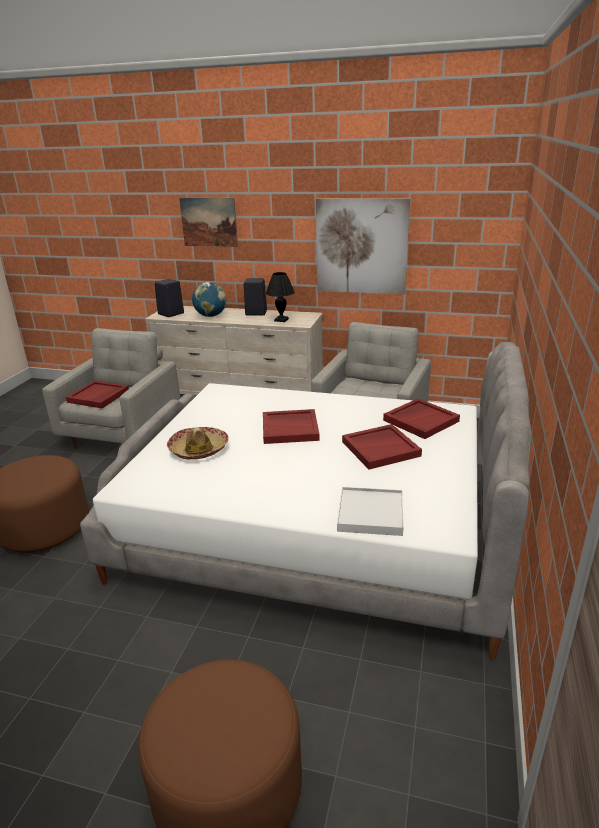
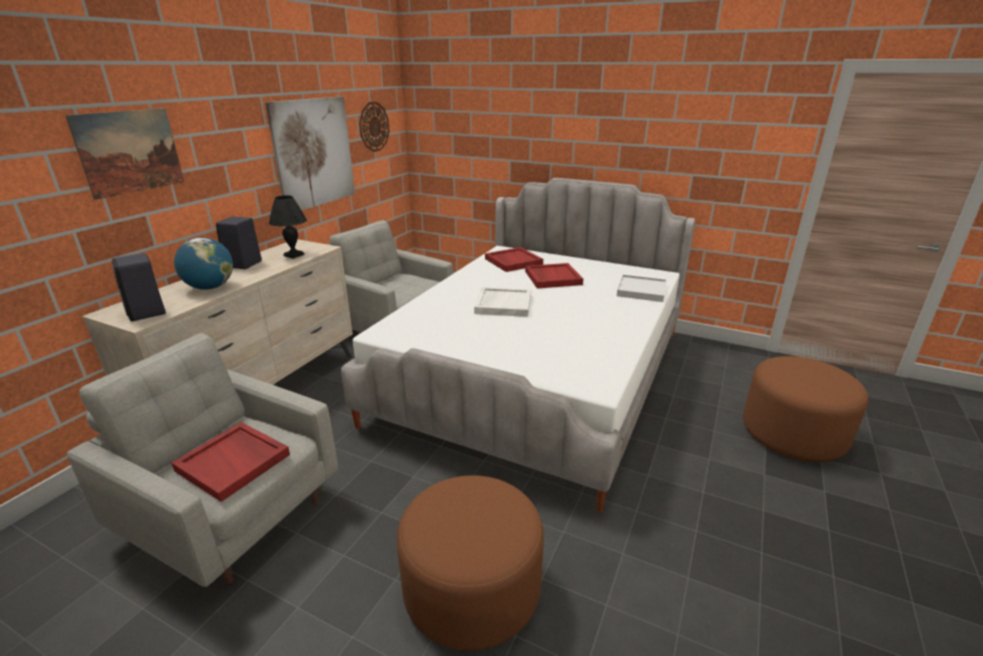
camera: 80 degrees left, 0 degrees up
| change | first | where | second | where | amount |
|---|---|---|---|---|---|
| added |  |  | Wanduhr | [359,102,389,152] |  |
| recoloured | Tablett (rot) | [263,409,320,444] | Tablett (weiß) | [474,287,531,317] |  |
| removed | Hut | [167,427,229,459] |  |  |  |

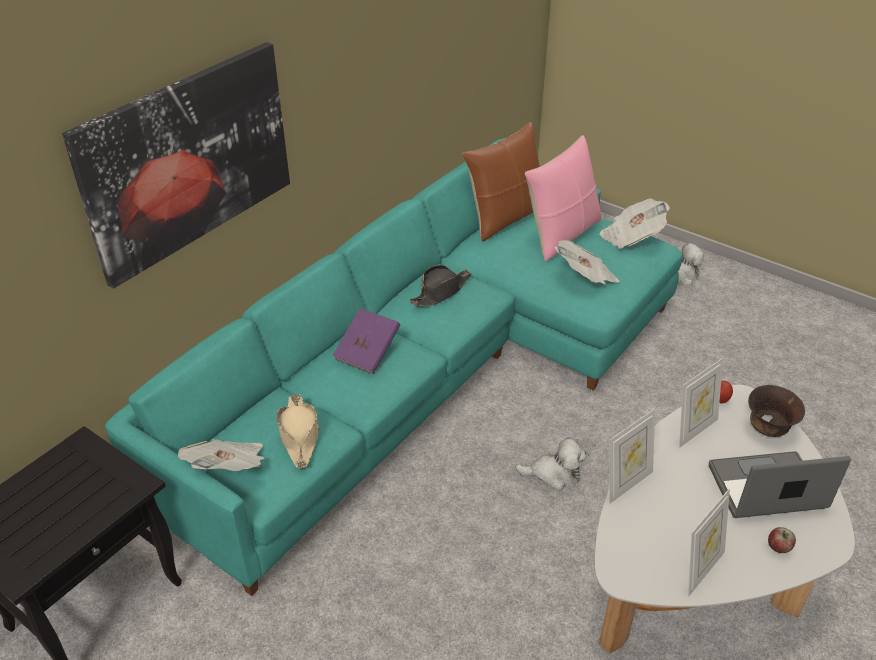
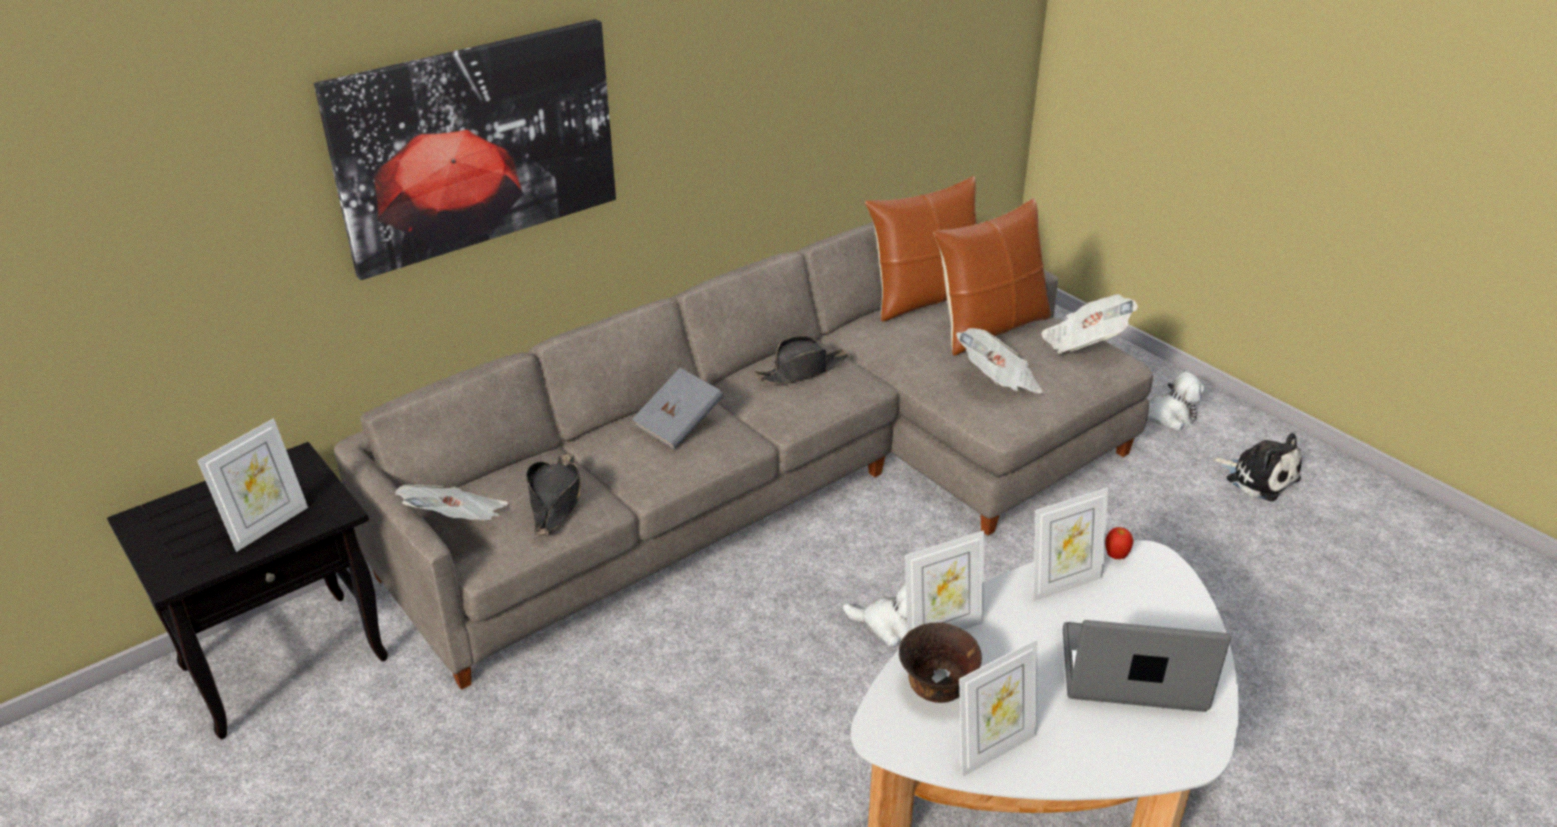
camera: 15 degrees right, 5 degrees down
| change | first | where | second | where | amount |
|---|---|---|---|---|---|
| added |  |  | Bilderrahmen | [197,418,308,552] |  |
| recoloured | Sofa (türkis) | [105,138,683,596] | Sofa (grau) | [334,222,1153,690] |  |
| recoloured | Hut (beige) | [276,394,319,469] | Hut (schwarz) | [526,454,581,536] |  |
| recoloured | Buch (lila) | [333,308,400,374] | Buch (grau) | [632,368,723,450] |  |
| moved | Schüssel (braun) | [748,385,805,437] |  | [899,623,982,703] |  |
| recoloured | Kissen (rosa) | [525,135,601,262] | Kissen (braun) | [933,198,1051,356] |  |
| added |  |  | Plüschtier | [1213,433,1302,501] |  |
| removed | Apfel | [768,527,796,553] |  |  |  |

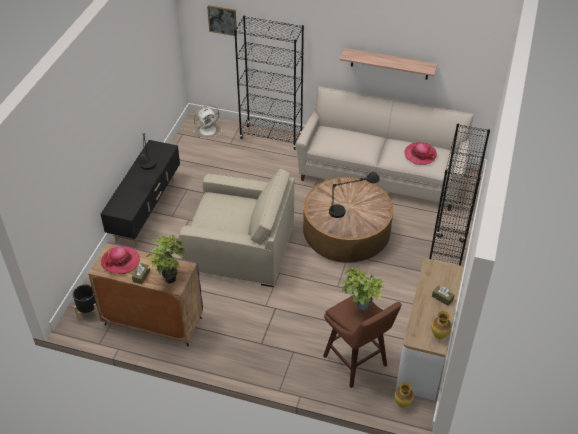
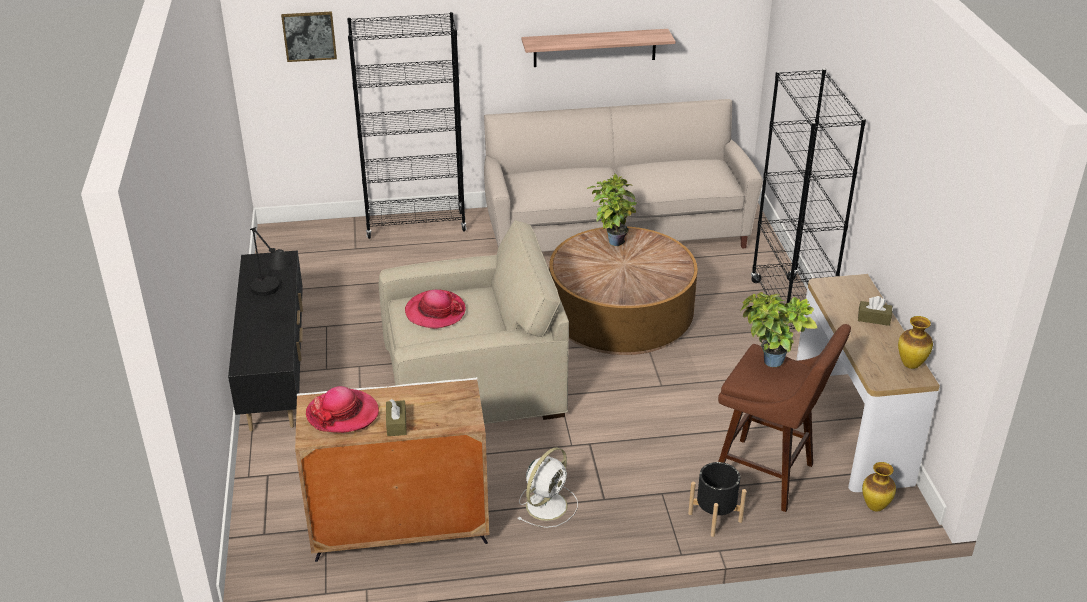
camera: 25 degrees left, 10 degrees down
| change | first | where | second | where | amount |
|---|---|---|---|---|---|
| recoloured | Schrank (lila) | [88,242,203,347] | Schrank (weiß) | [295,378,490,562] |  |
| moved | Hut | [404,142,437,165] |  | [405,290,466,329] |  |
| moved | Ventilator (weiß) | [193,105,222,139] |  | [518,447,578,528] |  |
| moved | Topfpflanze | [147,234,186,284] |  | [587,174,637,246] |  |
| moved | Pflanzkübel (schwarz) | [73,285,100,322] |  | [688,462,747,537] |  |
| removed | Tischlampe (schwarz) | [329,172,380,218] |  |  |  |

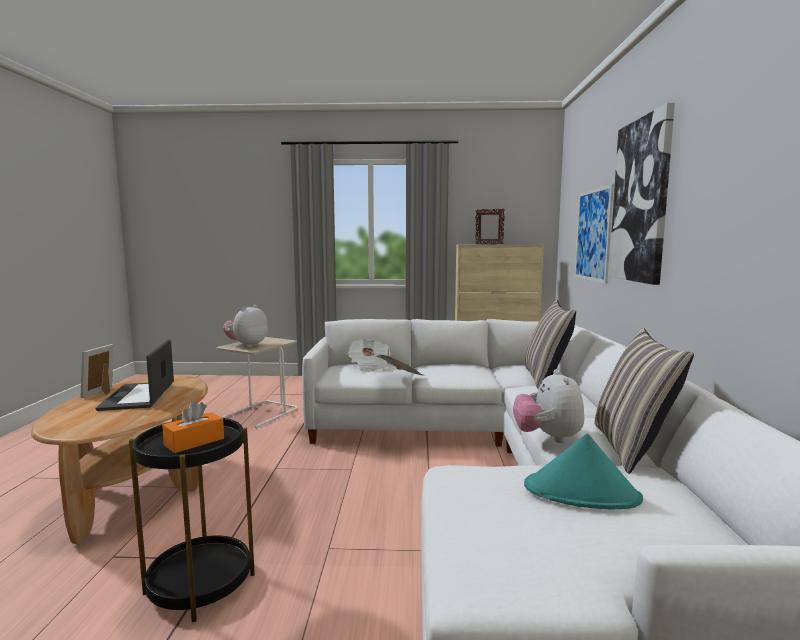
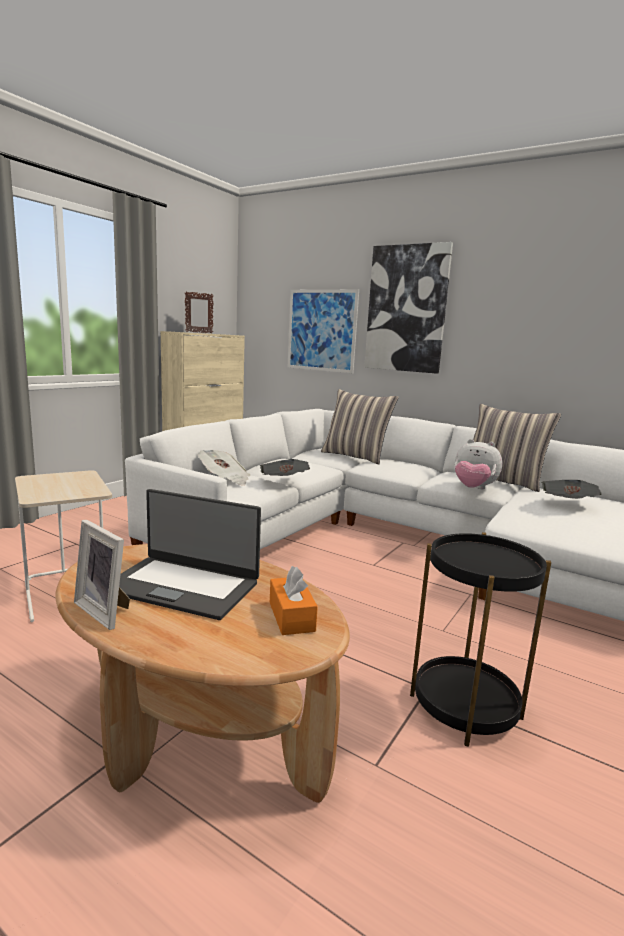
camera: 60 degrees left, 5 degrees up
| change | first | where | second | where | amount |
|---|---|---|---|---|---|
| moved | Taschentuchbox (orange) | [162,401,224,453] |  | [270,566,318,635] |  |
| replaced | Hut (türkis) | [524,433,643,509] | Zeitung | [541,480,602,499] |  |
| removed | Plüschtier | [223,305,268,348] |  |  |  |

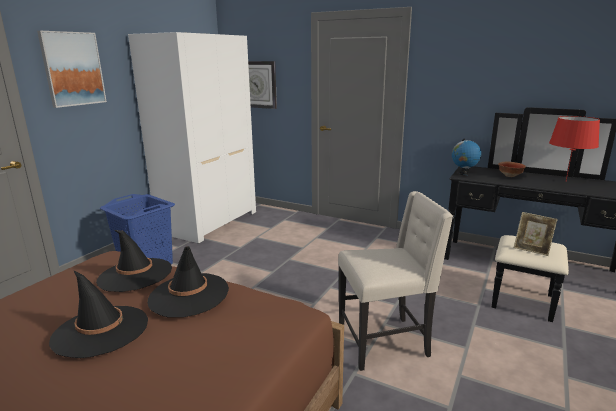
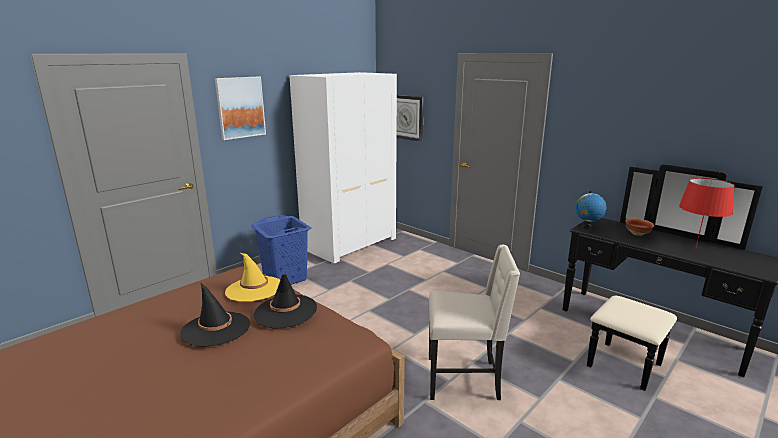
camera: 15 degrees right, 0 degrees up
| change | first | where | second | where | amount |
|---|---|---|---|---|---|
| recoloured | Hut (schwarz) | [96,230,172,292] | Hut (gelb) | [225,253,280,302] |  |
| removed | Bilderrahmen | [514,212,558,256] |  |  |  |

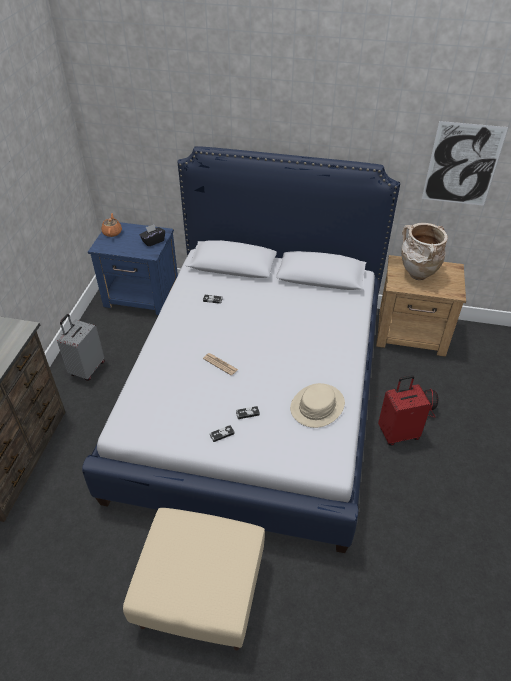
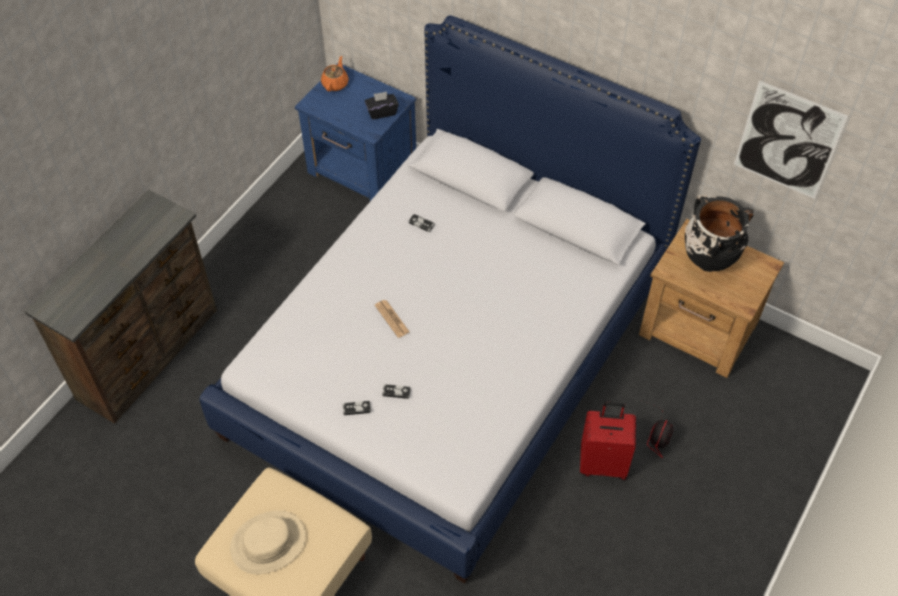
camera: 20 degrees right, 10 degrees up
| change | first | where | second | where | amount |
|---|---|---|---|---|---|
| moved | Hut (beige) | [290,383,345,428] |  | [230,510,306,574] |  |
| recoloured | Vase (beige) | [401,223,448,280] | Vase (schwarz) | [685,195,754,272] |  |
| removed | Koffer (grau) | [57,314,105,381] |  |  |  |

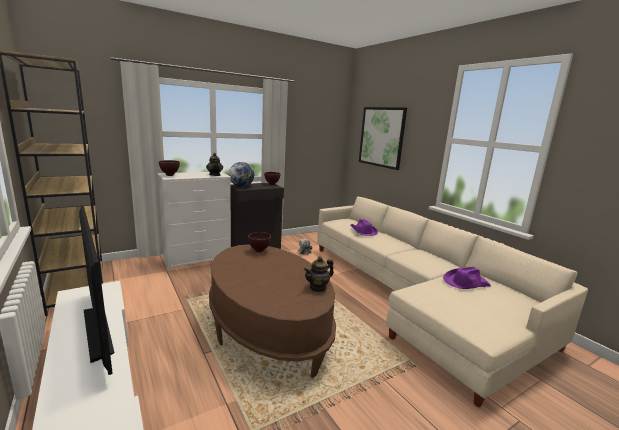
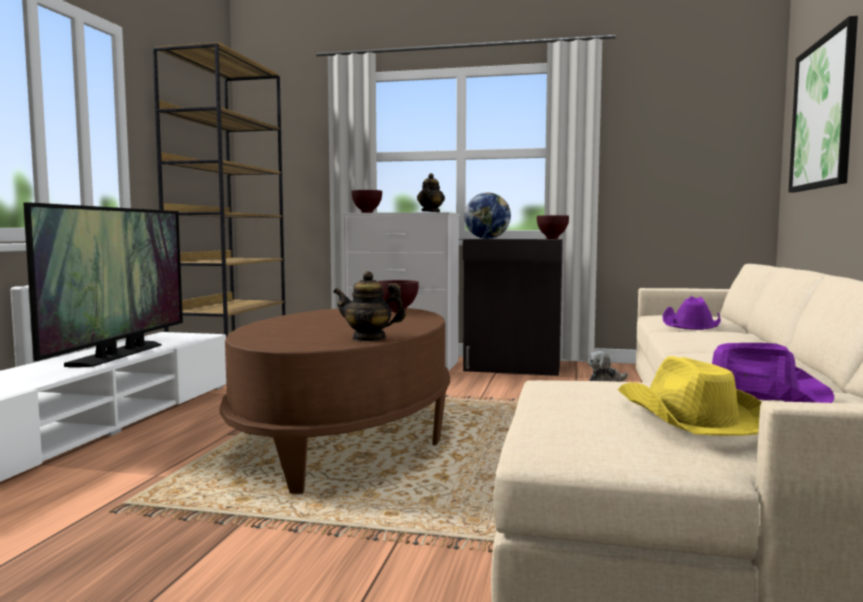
camera: 45 degrees right, 10 degrees down
| change | first | where | second | where | amount |
|---|---|---|---|---|---|
| added |  |  | Hut (gelb) | [618,356,762,436] |  |

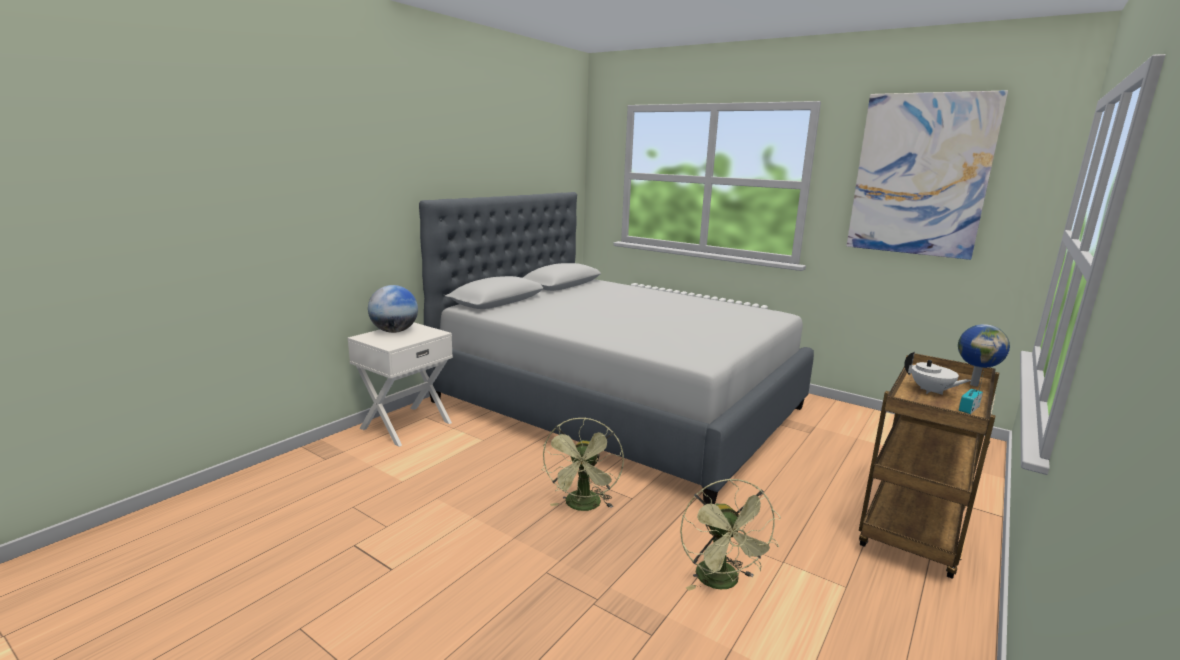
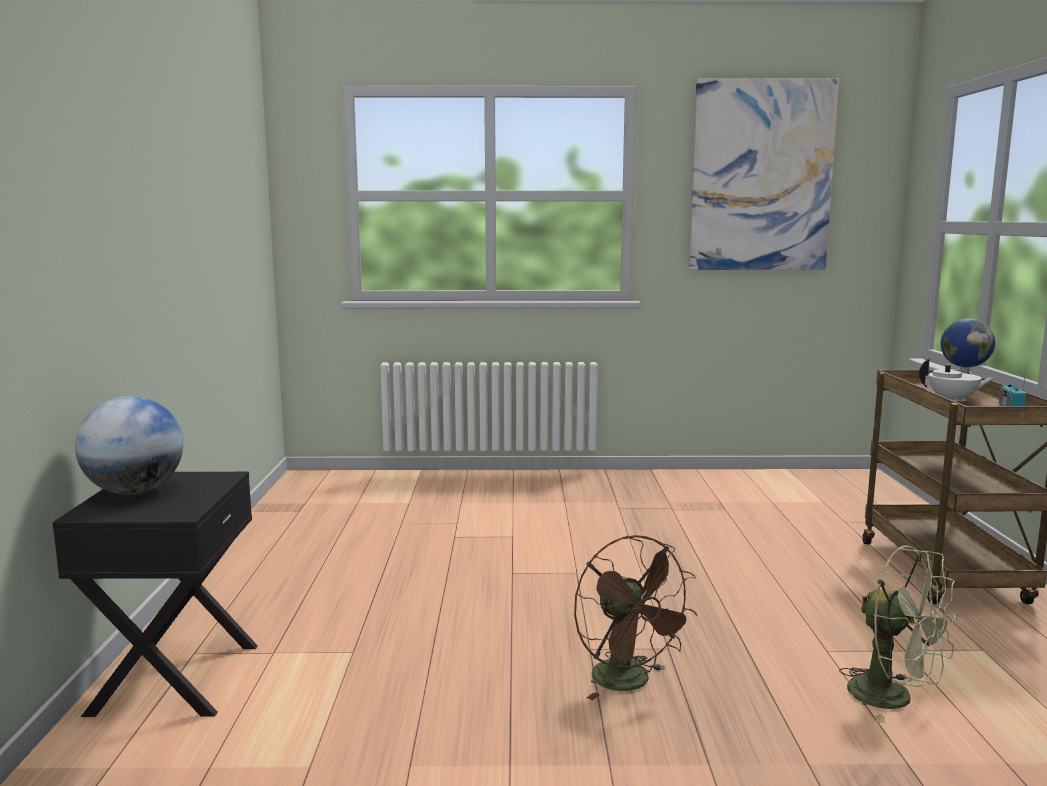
camera: 35 degrees left, 5 degrees down
| change | first | where | second | where | amount |
|---|---|---|---|---|---|
| recoloured | Nachttisch (weiß) | [348,323,453,447] | Nachttisch (schwarz) | [52,472,258,717] |  |
| recoloured | Ventilator (grün) | [542,417,624,511] | Ventilator (braun) | [574,535,697,700] |  |
| removed | Bett (grau) | [419,192,814,504] |  |  |  |

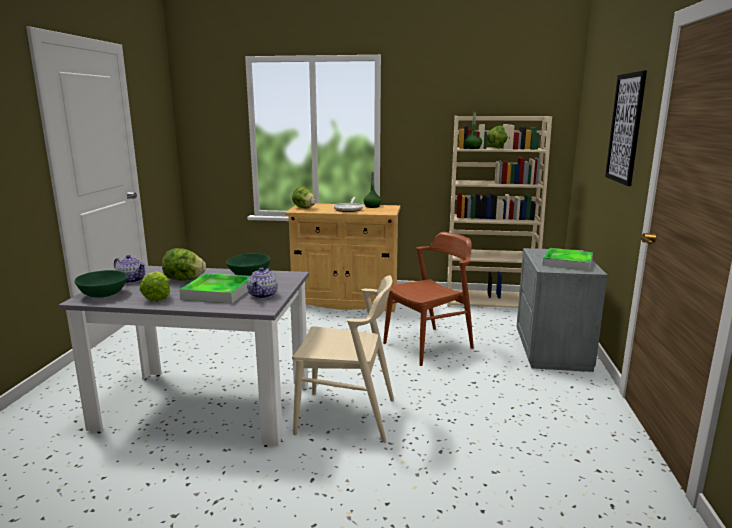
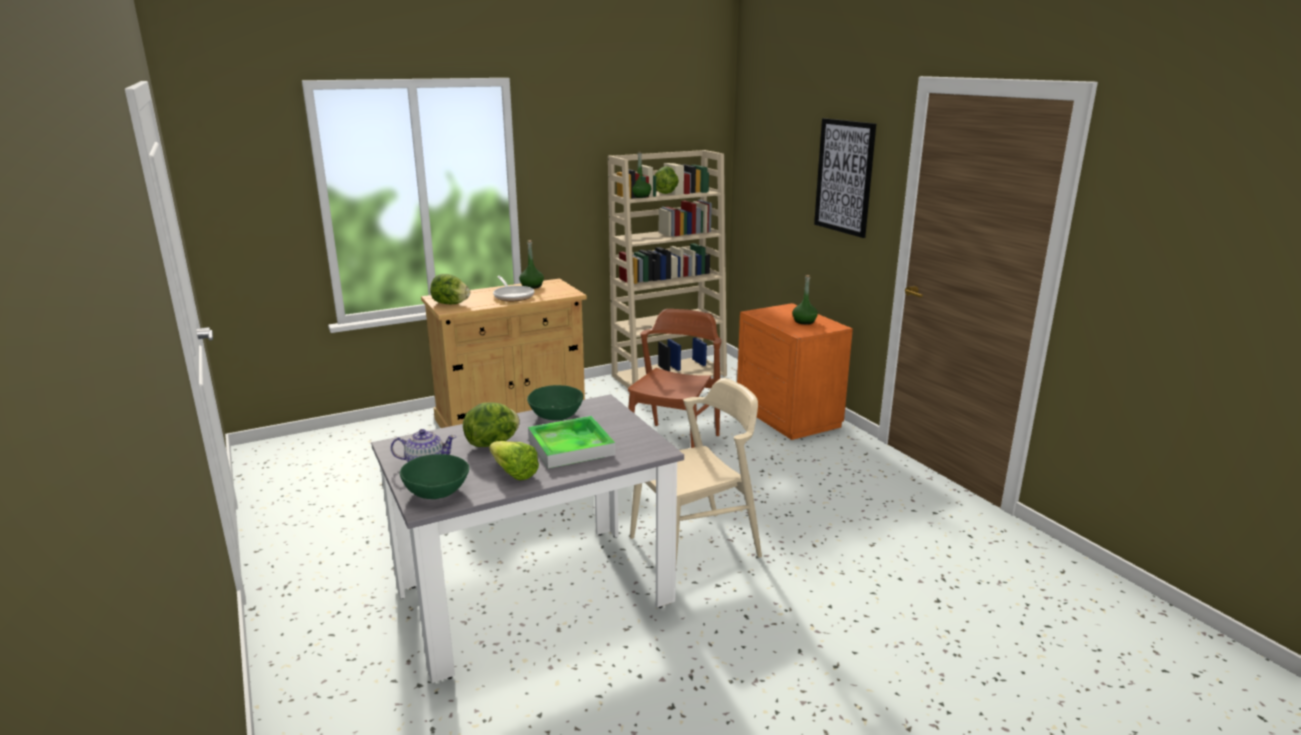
camera: 35 degrees left, 5 degrees up
| change | first | where | second | where | amount |
|---|---|---|---|---|---|
| recoloured | Nachttisch (grau) | [516,248,608,372] | Nachttisch (orange) | [737,303,853,440] |  |
| replaced | Tablett | [543,248,593,271] | Flasche (grün) | [792,275,818,325] |  |
| removed | Teekanne | [247,267,278,299] |  |  |  |

